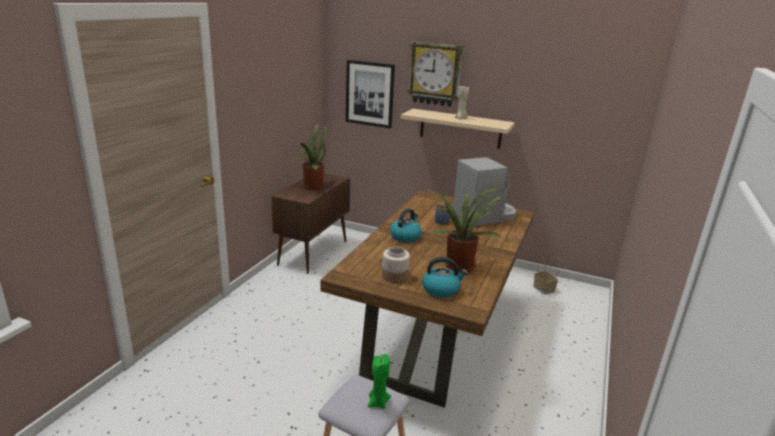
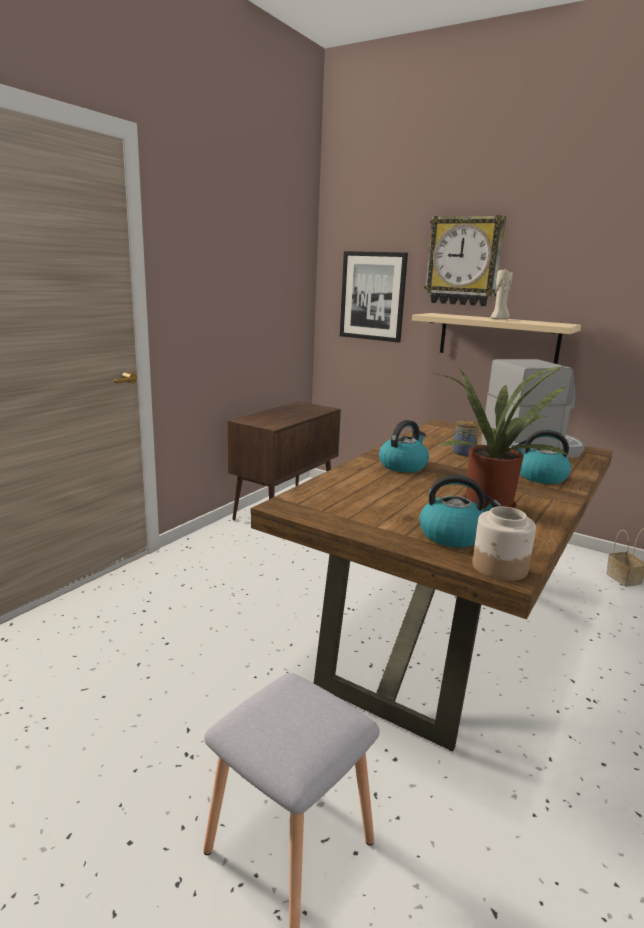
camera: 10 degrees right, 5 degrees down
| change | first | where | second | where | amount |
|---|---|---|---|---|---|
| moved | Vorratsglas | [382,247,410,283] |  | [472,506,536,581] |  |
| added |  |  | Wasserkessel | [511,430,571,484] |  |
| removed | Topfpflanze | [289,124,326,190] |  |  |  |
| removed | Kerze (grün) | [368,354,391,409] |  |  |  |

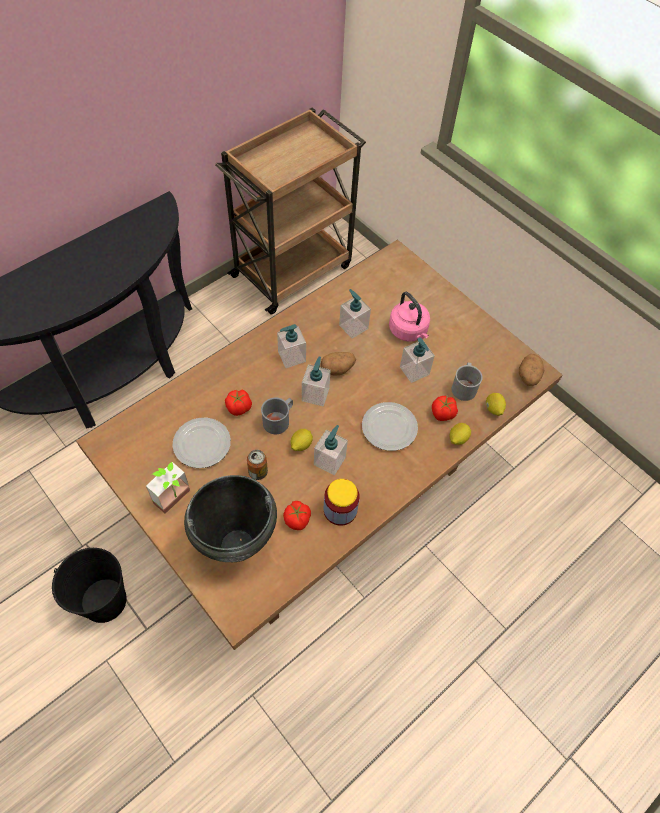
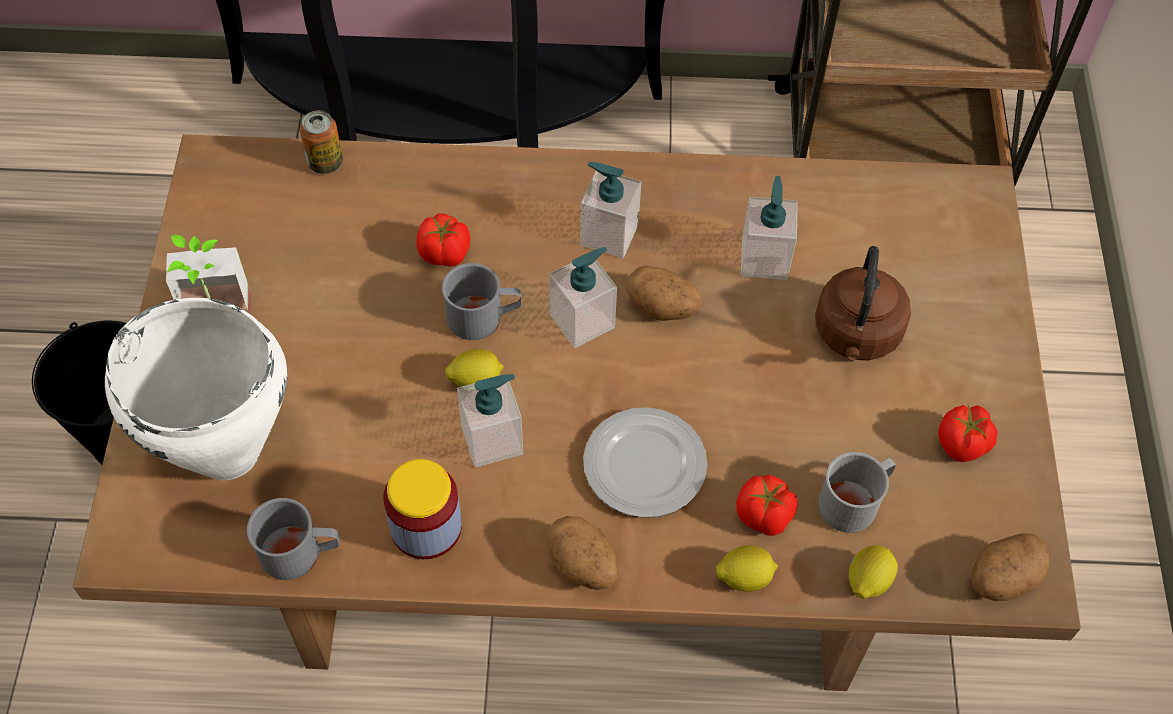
camera: 45 degrees right, 0 degrees up
| change | first | where | second | where | amount |
|---|---|---|---|---|---|
| recoloured | Kochtopf (schwarz) | [184,475,277,562] | Kochtopf (weiß) | [105,298,287,480] |  |
| added |  |  | Henkelbecher (grau) | [247,498,339,580] |  |
| moved | Dose | [247,450,268,480] |  | [300,110,343,174] |  |
| added |  |  | Kartoffel | [547,516,619,590] |  |
| recoloured | Wasserkessel (rosa) | [389,292,430,342] | Wasserkessel (braun) | [815,246,911,360] |  |
| moved | Tomate | [283,501,311,530] |  | [938,405,998,462] |  |
| removed | Teller | [172,418,231,468] |  |  |  |
| removed | Seifenspender | [400,337,435,383] |  |  |  |

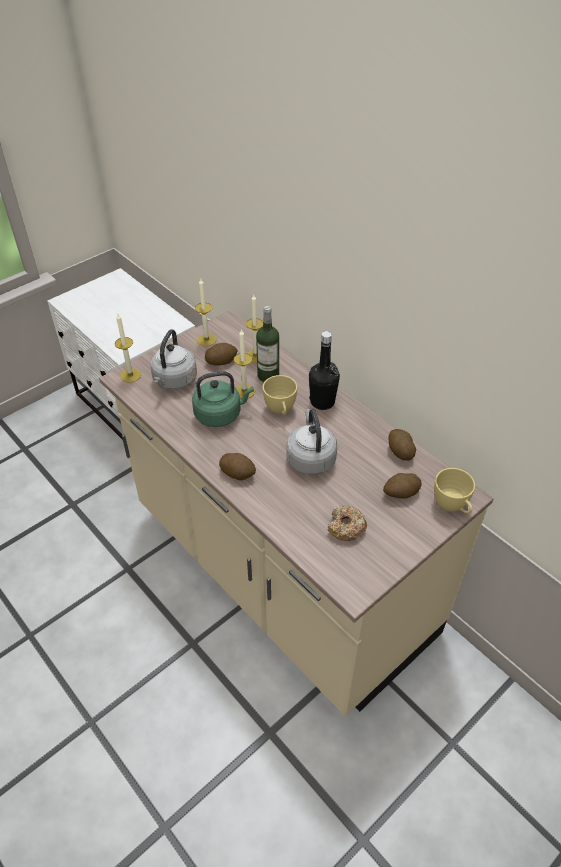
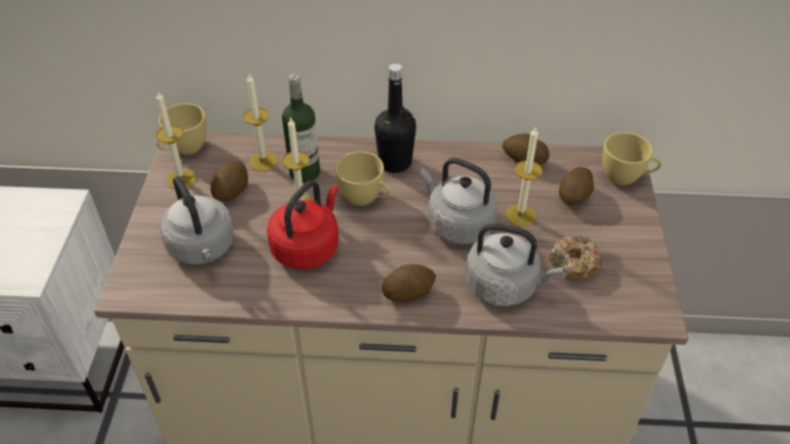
camera: 45 degrees left, 0 degrees up
| change | first | where | second | where | amount |
|---|---|---|---|---|---|
| added |  |  | Tasse (gelb) | [156,103,207,155] |  |
| recoloured | Wasserkessel (grün) | [192,371,254,427] | Wasserkessel (rot) | [267,181,339,269] |  |
| added |  |  | Wasserkessel (grau) | [466,223,563,306] |  |
| moved | Kerze | [115,314,141,383] |  | [506,126,542,227] |  |

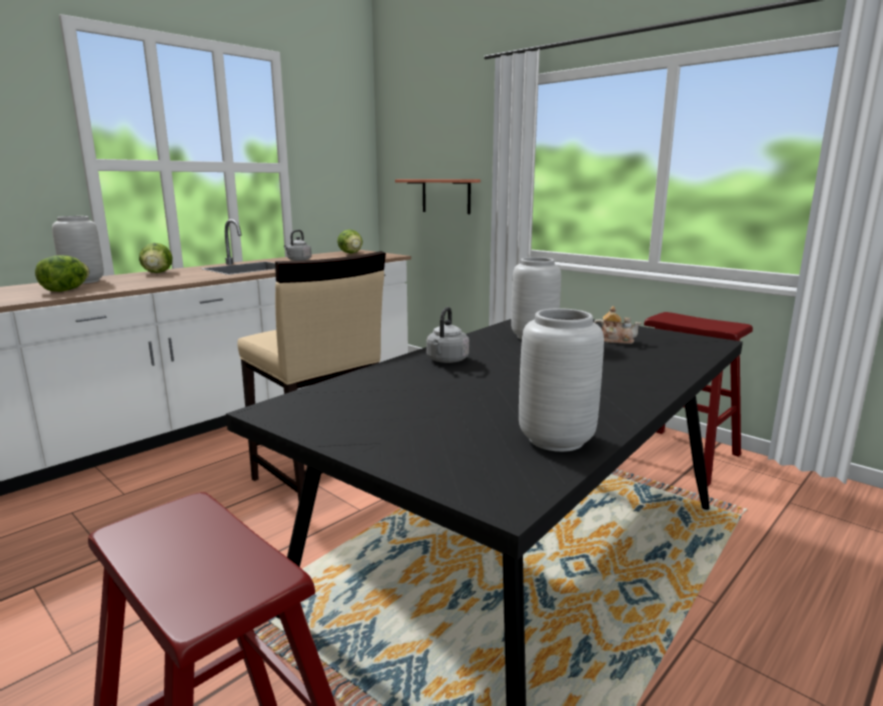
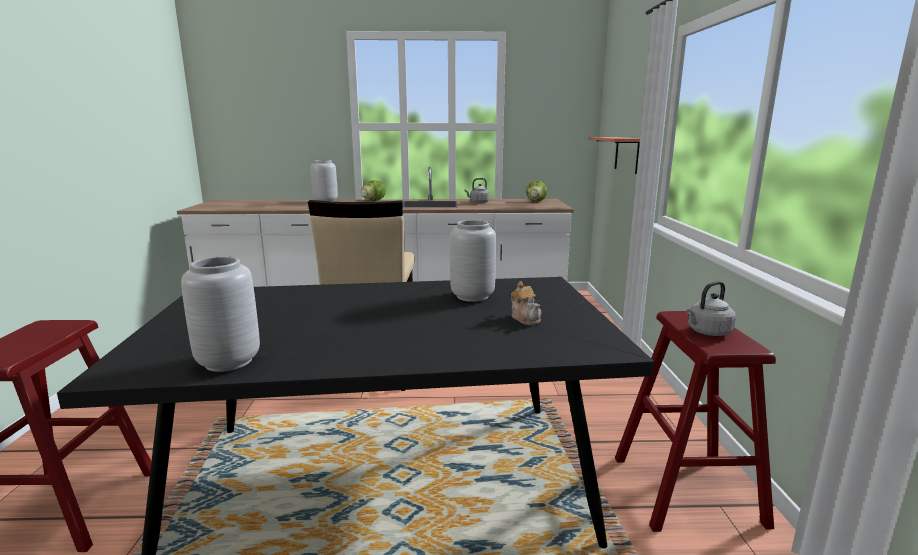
camera: 45 degrees right, 0 degrees up
| change | first | where | second | where | amount |
|---|---|---|---|---|---|
| moved | Wasserkessel (grau) | [426,307,469,363] |  | [687,281,736,336] |  |
| removed | Salatkopf | [35,255,89,292] |  |  |  |

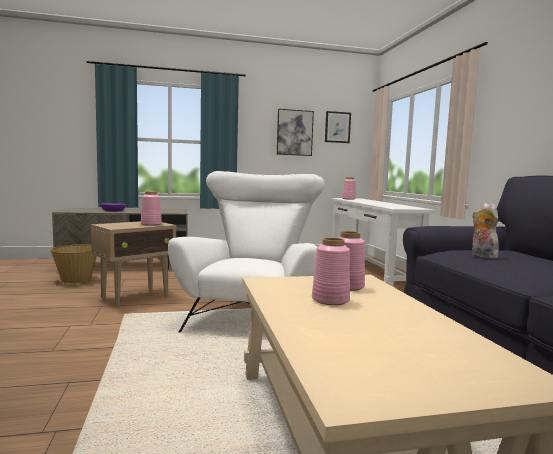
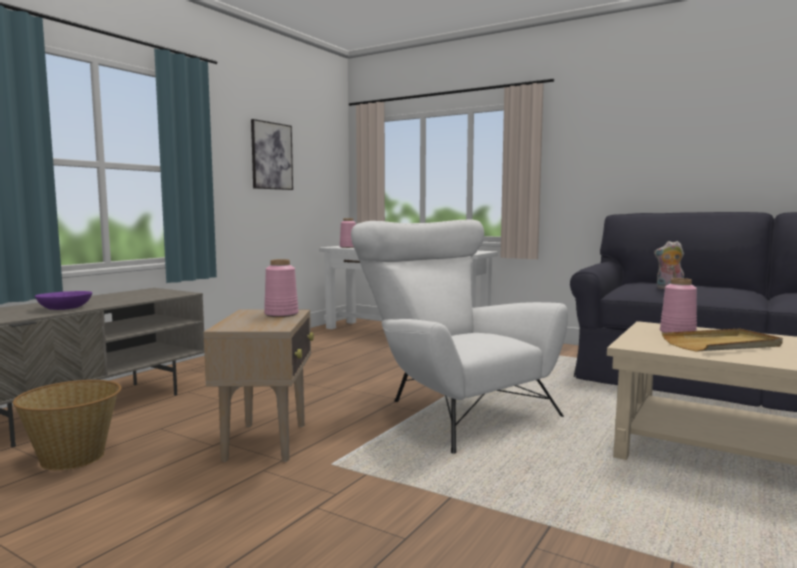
camera: 45 degrees left, 0 degrees up
| change | first | where | second | where | amount |
|---|---|---|---|---|---|
| replaced | Vase (rosa) | [312,237,350,305] | Tablett (beige) | [662,328,783,352] |  |
| removed | Bild | [325,111,351,143] |  |  |  |

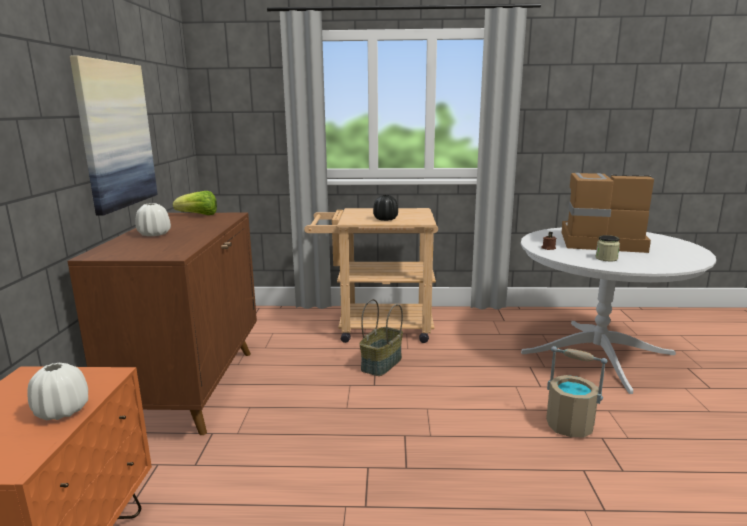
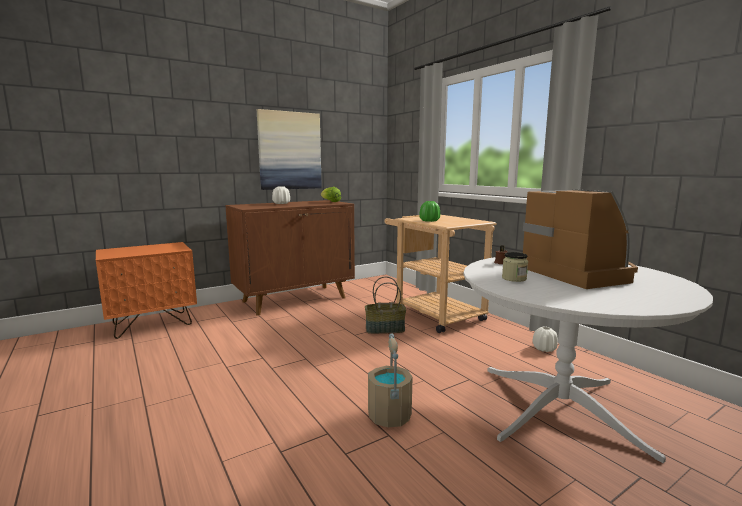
camera: 55 degrees right, 5 degrees down
| change | first | where | second | where | amount |
|---|---|---|---|---|---|
| recoloured | Vase (schwarz) | [373,195,398,221] | Vase (grün) | [419,201,440,222] |  |
| moved | Vase (weiß) | [27,363,88,420] |  | [533,327,558,352] |  |

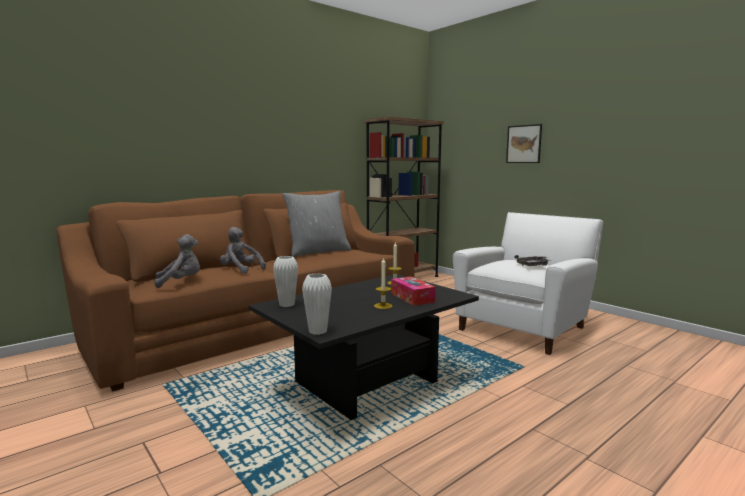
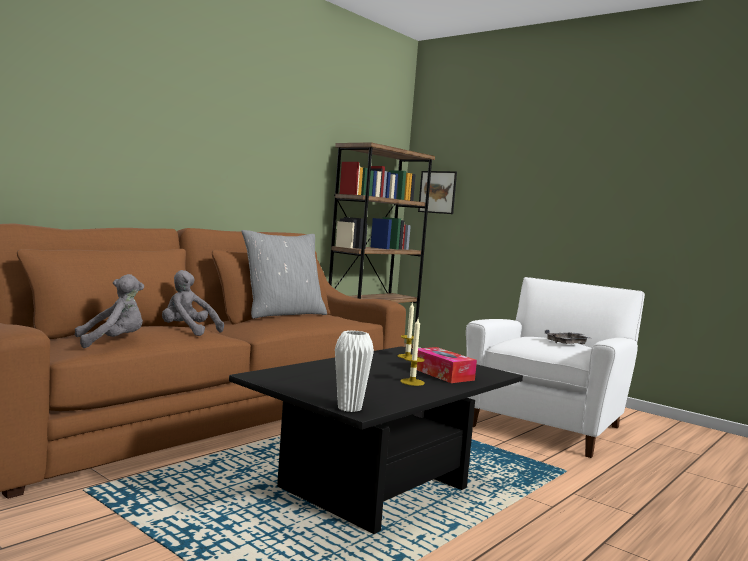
camera: 10 degrees left, 5 degrees down
| change | first | where | second | where | amount |
|---|---|---|---|---|---|
| moved | Bild | [506,124,542,163] |  | [418,171,457,214] |  |
| removed | Vase (weiß) | [273,256,298,307] |  |  |  |

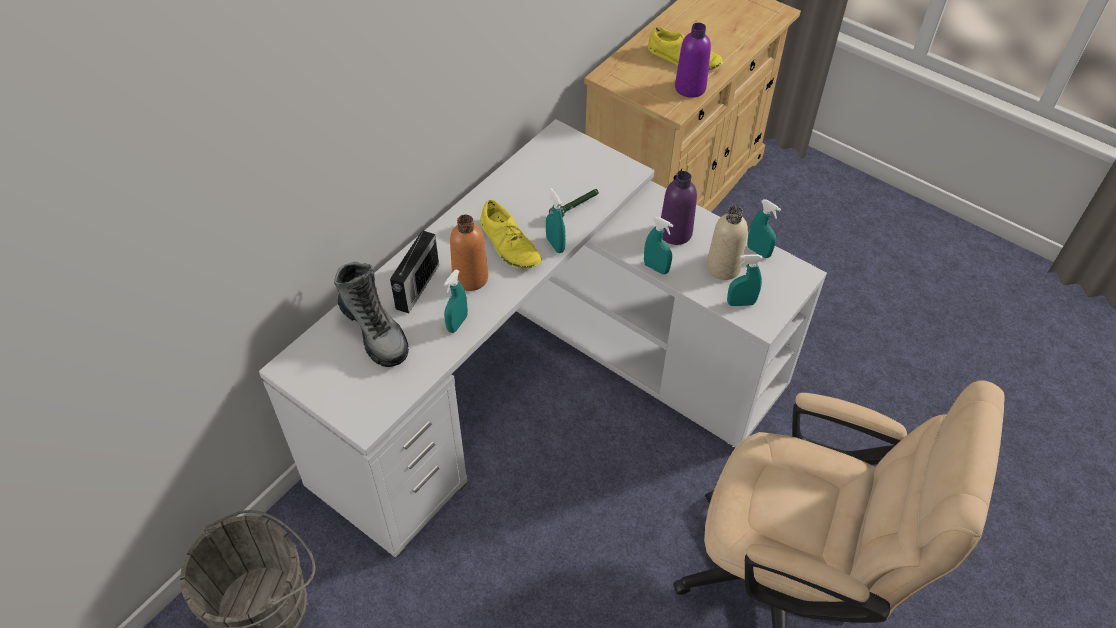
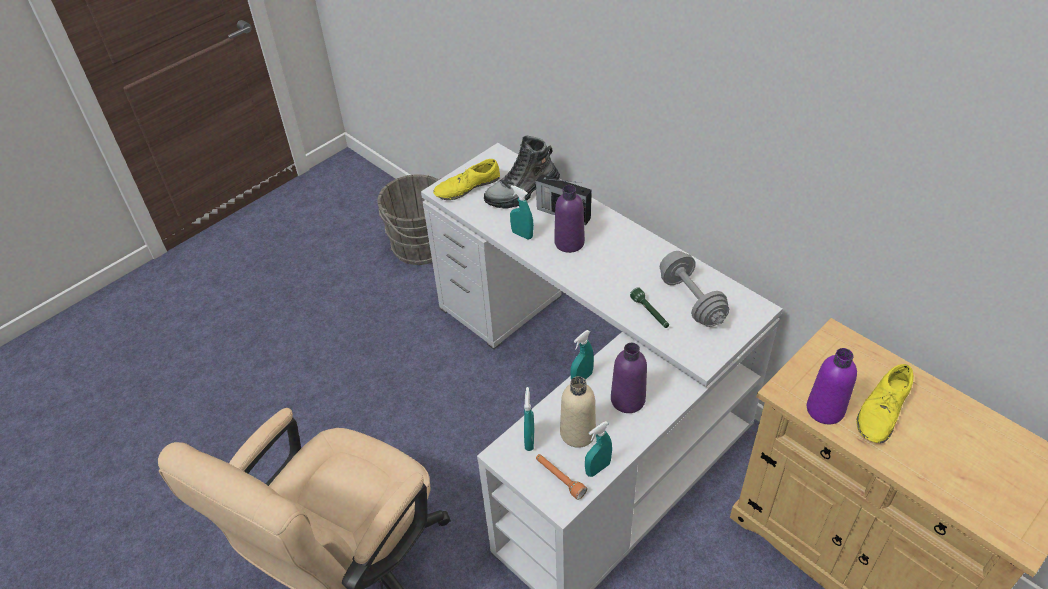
camera: 100 degrees right, 5 degrees down
| change | first | where | second | where | amount |
|---|---|---|---|---|---|
| moved | Schuh (gelb) | [480,200,542,269] |  | [433,159,500,200] |  |
| added |  |  | Taschenlampe (orange) | [536,454,587,500] |  |
| recoloured | Flasche (orange) | [450,215,488,291] | Flasche (lila) | [554,185,585,253] |  |
| added |  |  | Hantel (grau) | [660,251,729,327] |  |
| removed | Sprühflasche (türkis) | [546,187,566,253] |  |  |  |

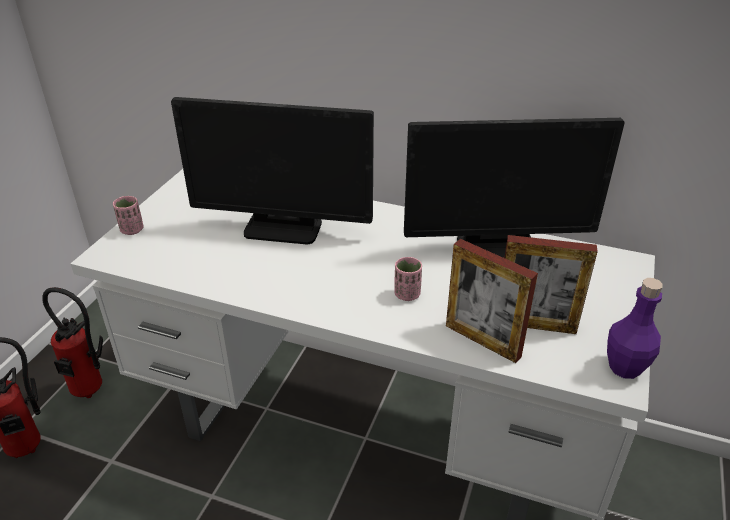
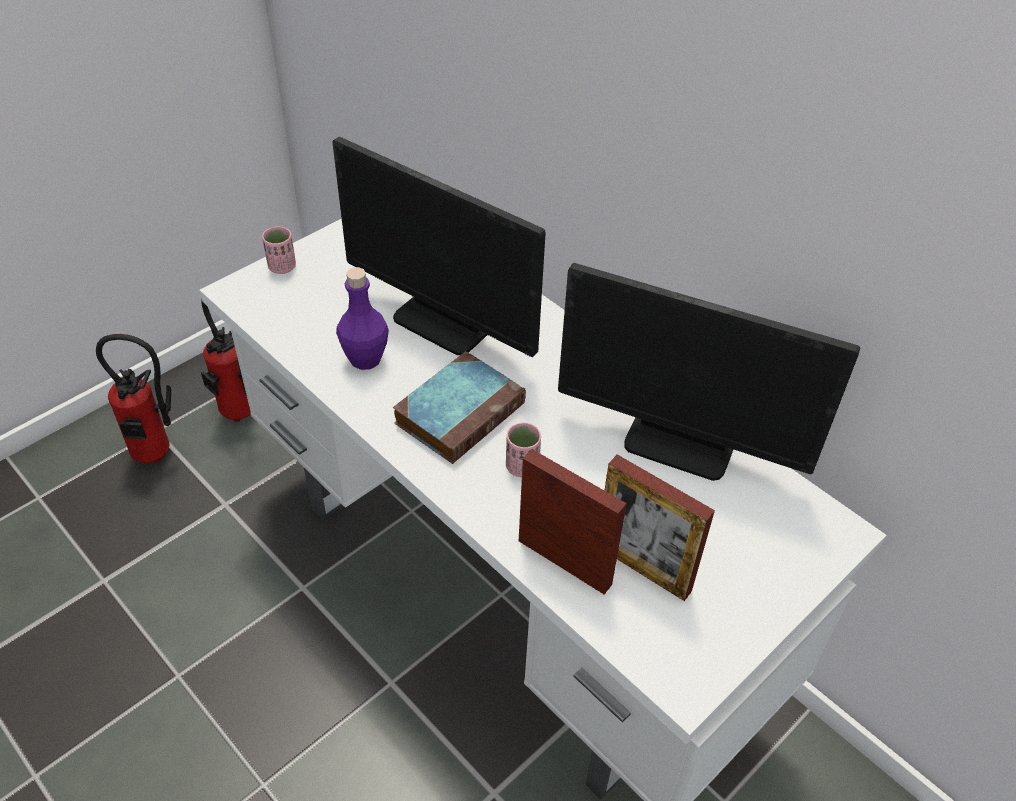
camera: 25 degrees right, 10 degrees up
| change | first | where | second | where | amount |
|---|---|---|---|---|---|
| moved | Flasche (lila) | [607,278,663,379] |  | [336,267,389,370] |  |
| added |  |  | Buch | [393,351,526,464] |  |
| turned | Bilderrahmen | [446,239,538,363] |  | [519,449,627,594] | 150 degrees clockwise |

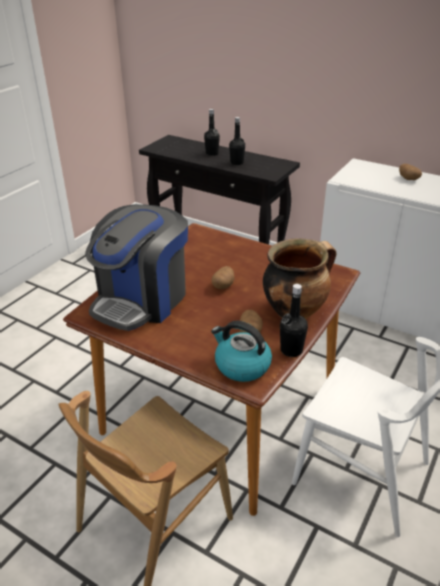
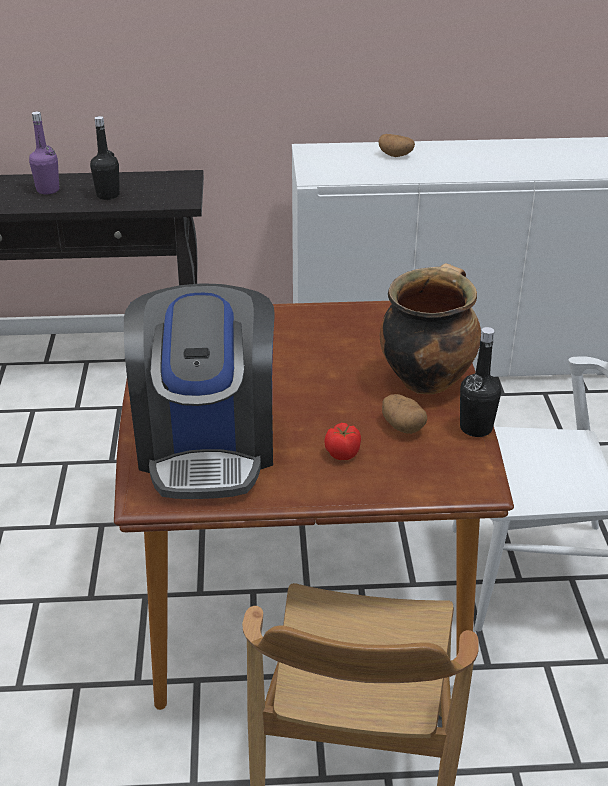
camera: 35 degrees left, 0 degrees up
| change | first | where | second | where | amount |
|---|---|---|---|---|---|
| recoloured | Flasche (schwarz) | [204,109,220,156] | Flasche (lila) | [29,111,59,194] |  |
| added |  |  | Tomate | [325,423,361,460] |  |
| removed | Wasserkessel | [211,321,272,382] |  |  |  |
| removed | Kartoffel | [212,266,235,289] |  |  |  |

